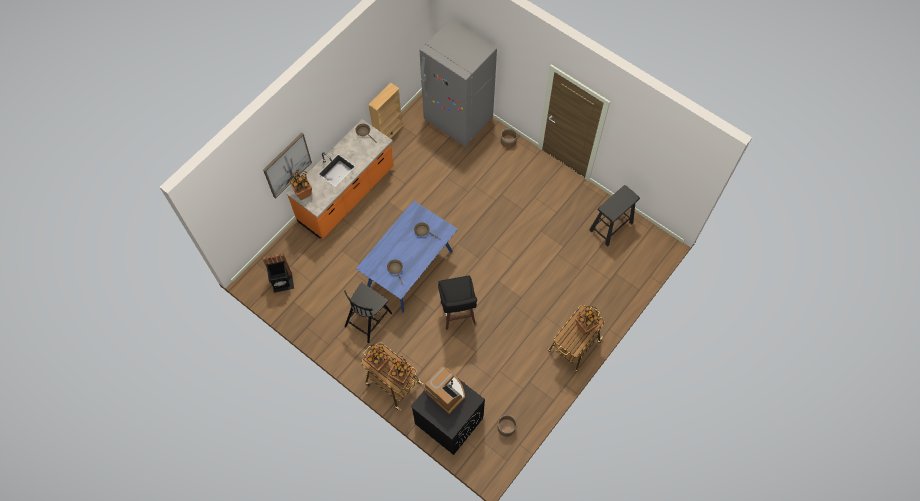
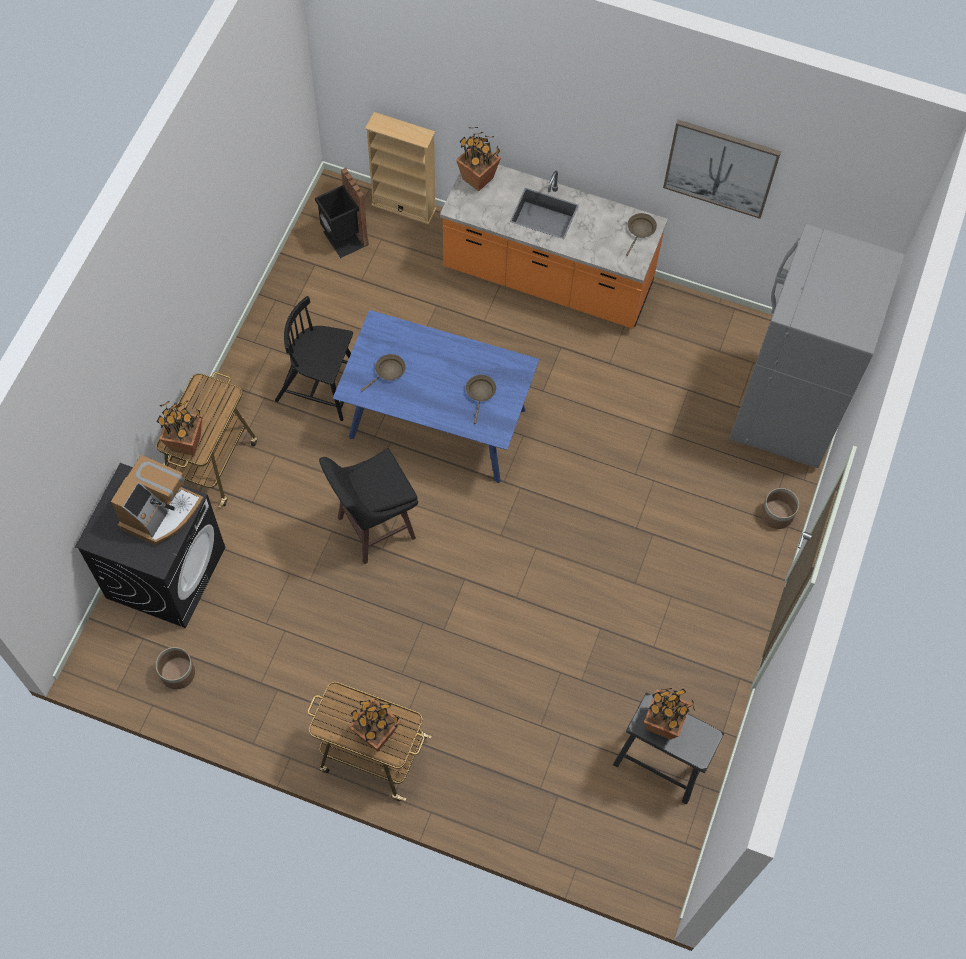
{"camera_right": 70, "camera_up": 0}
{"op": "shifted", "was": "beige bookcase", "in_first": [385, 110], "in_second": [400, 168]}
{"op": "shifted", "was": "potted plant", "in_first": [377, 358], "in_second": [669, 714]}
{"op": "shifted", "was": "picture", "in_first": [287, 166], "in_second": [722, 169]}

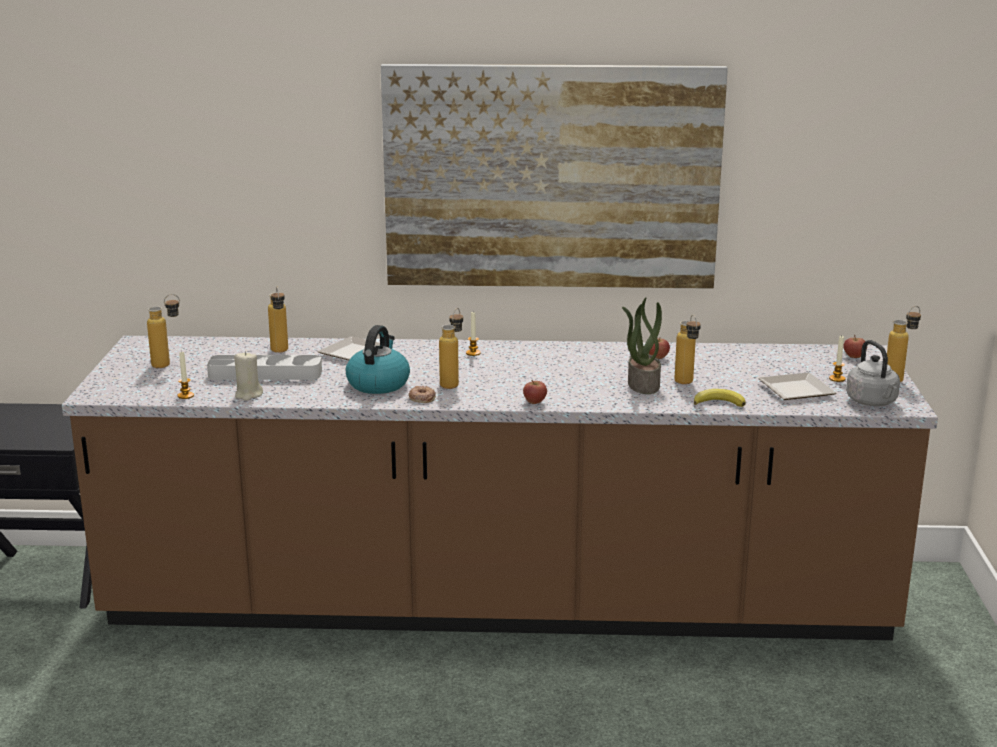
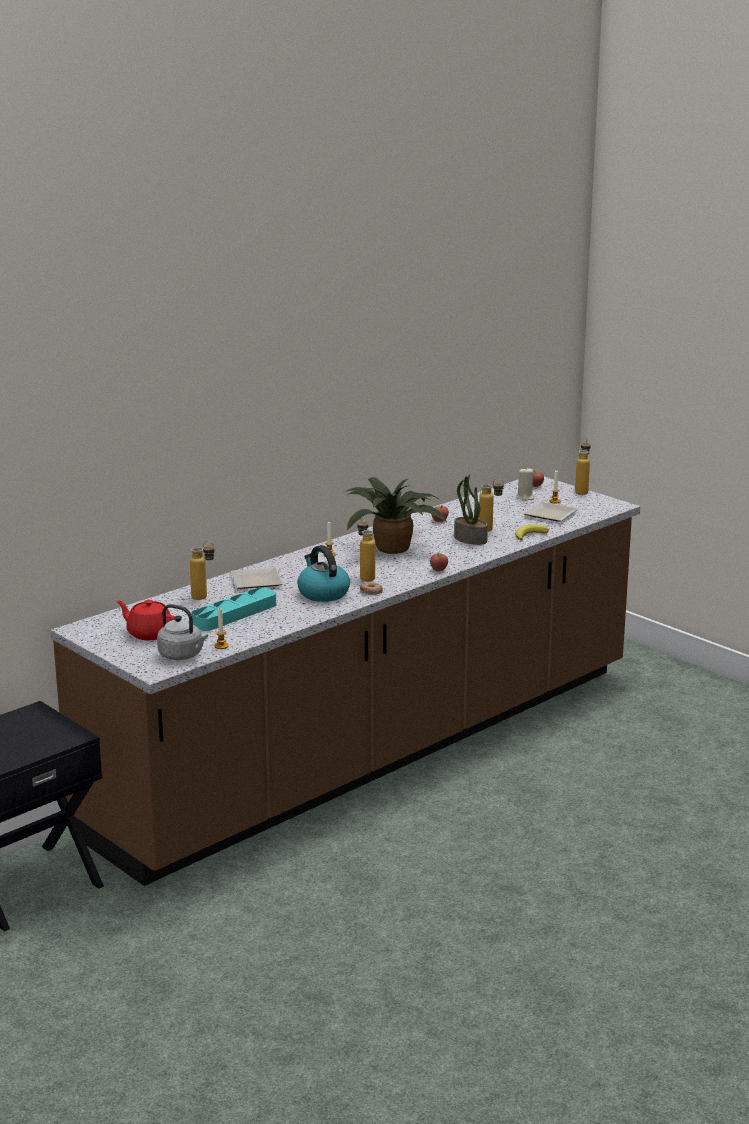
{"camera_right": -45, "camera_up": 0}
{"op": "swapped", "was": "bottle", "now": "red teapot", "in_first": [163, 331], "in_second": [146, 620]}
{"op": "shifted", "was": "grey kettle", "in_first": [873, 373], "in_second": [182, 632]}
{"op": "repainted", "was": "grey tray", "now": "turquoise tray", "in_first": [264, 367], "in_second": [233, 609]}
{"op": "new", "now": "potted plant", "in_second": [396, 515]}
{"op": "shifted", "was": "beige candle", "in_first": [248, 376], "in_second": [525, 484]}
{"op": "gone", "was": "picture", "in_first": [554, 176]}

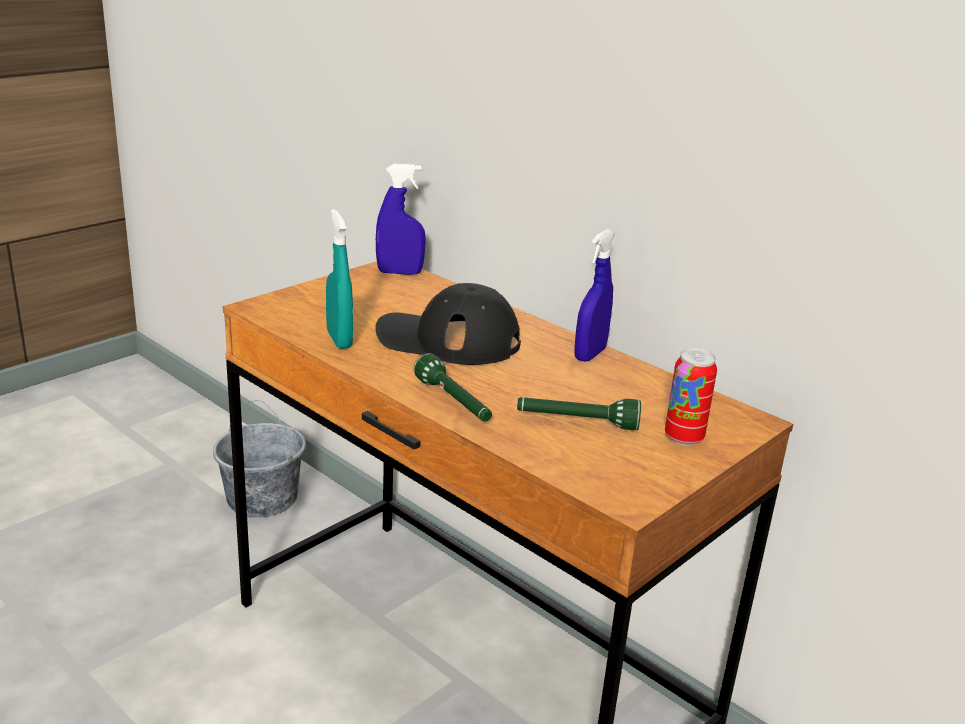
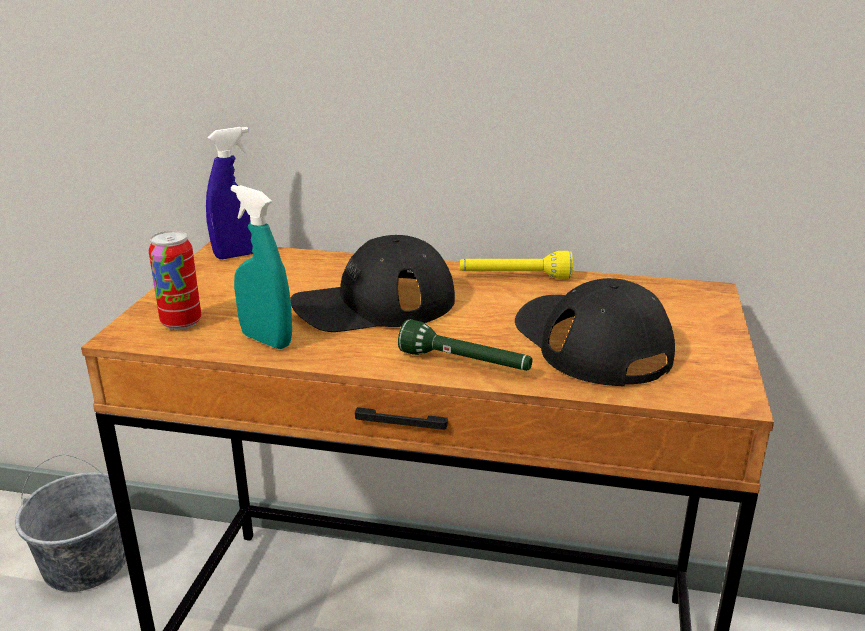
{"camera_right": -30, "camera_up": 0}
{"op": "shifted", "was": "can", "in_first": [691, 397], "in_second": [175, 280]}
{"op": "swapped", "was": "blue spray bottle", "now": "yellow flashlight", "in_first": [594, 295], "in_second": [516, 265]}
{"op": "swapped", "was": "green flashlight", "now": "black cap", "in_first": [579, 413], "in_second": [595, 332]}

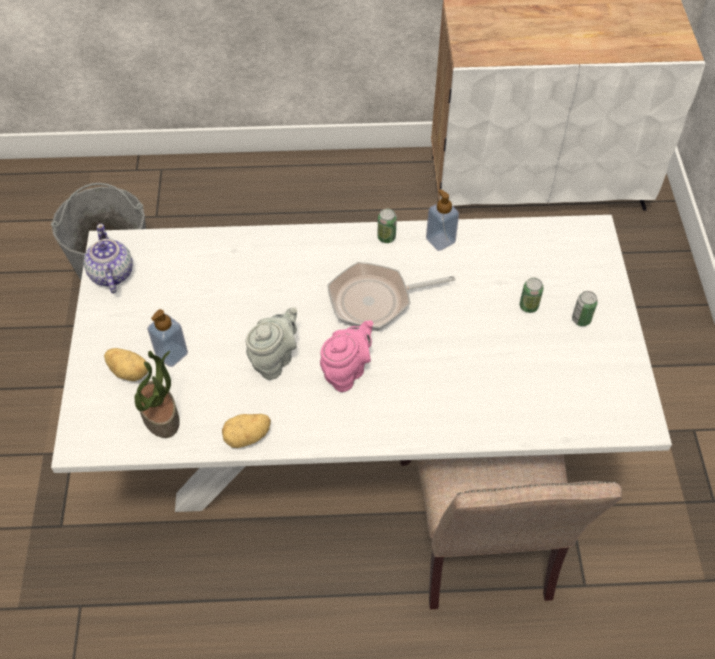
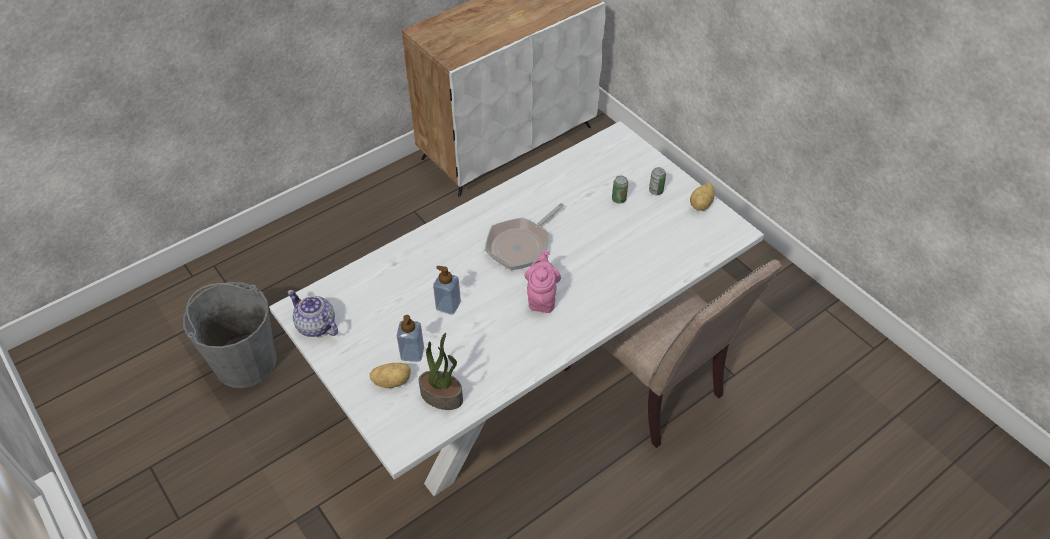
{"camera_right": -35, "camera_up": -5}
{"op": "shifted", "was": "soap dispenser", "in_first": [442, 220], "in_second": [447, 290]}
{"op": "shifted", "was": "potato", "in_first": [246, 431], "in_second": [702, 197]}
{"op": "gone", "was": "grey teapot", "in_first": [271, 343]}
{"op": "gone", "was": "can", "in_first": [387, 226]}

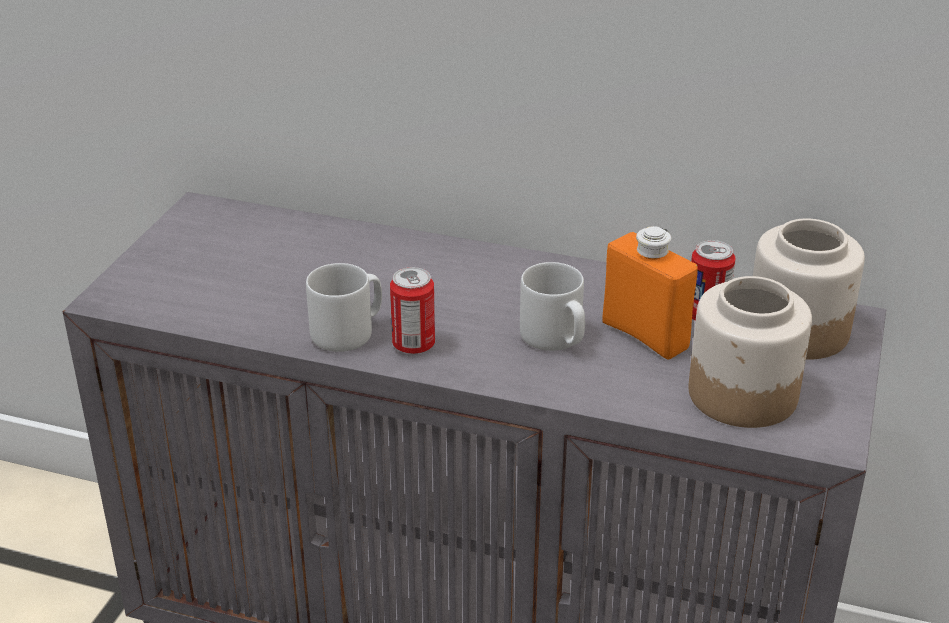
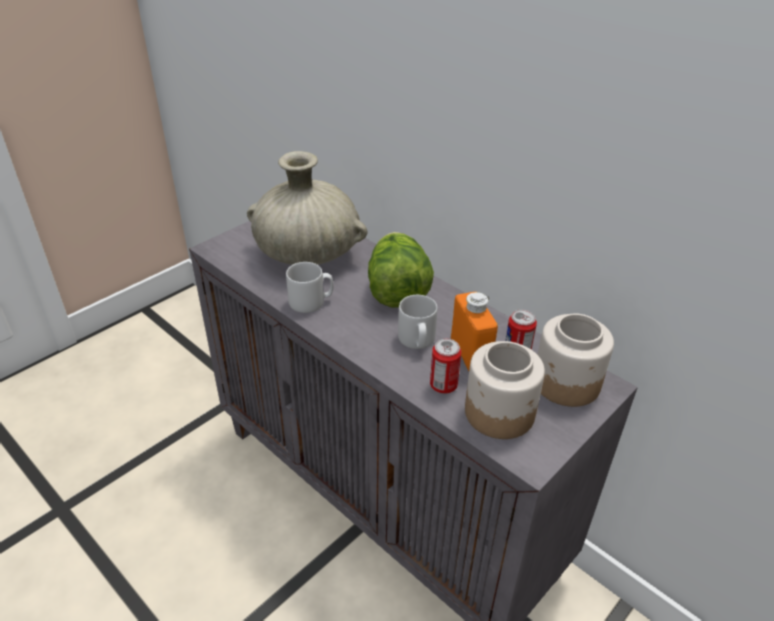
{"camera_right": 25, "camera_up": 5}
{"op": "new", "now": "beige vase", "in_second": [307, 208]}
{"op": "new", "now": "lettuce", "in_second": [401, 270]}
{"op": "shifted", "was": "can", "in_first": [412, 310], "in_second": [445, 366]}

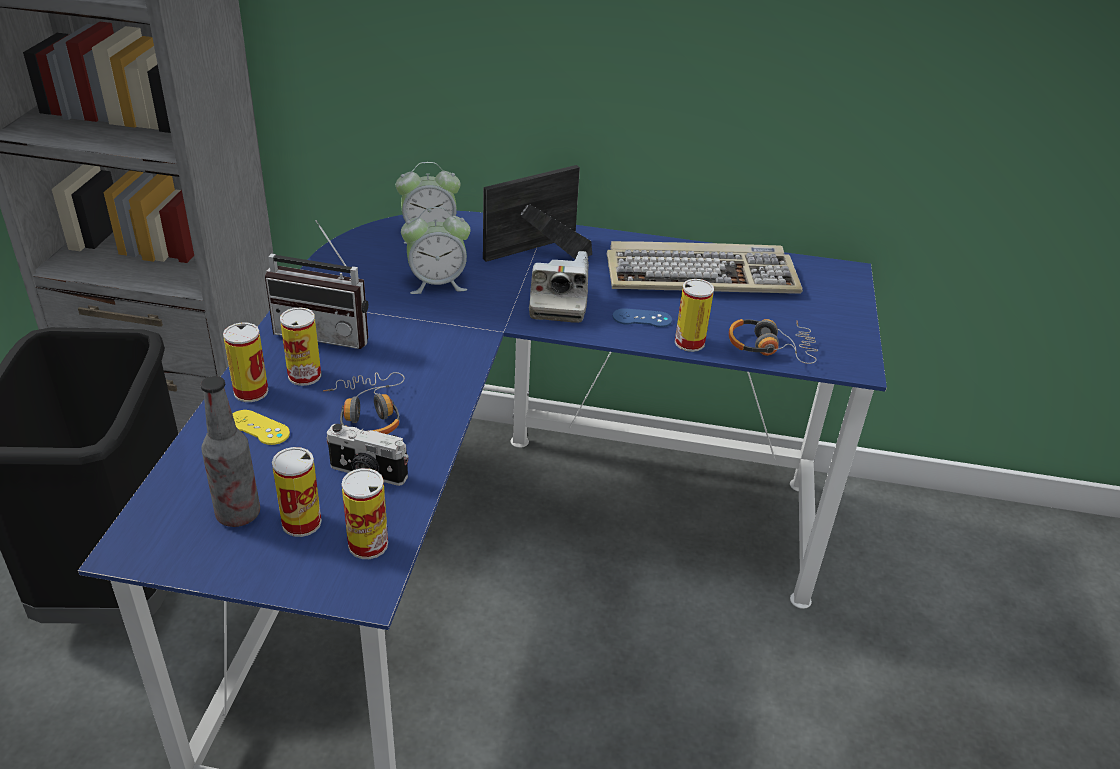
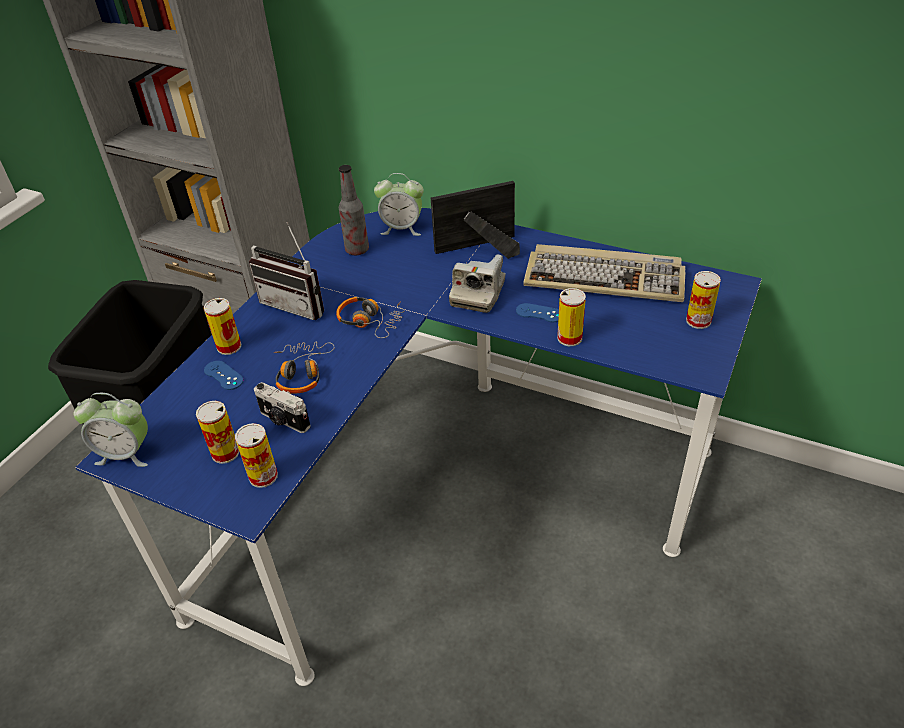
{"camera_right": 20, "camera_up": 5}
{"op": "shifted", "was": "alarm clock", "in_first": [435, 250], "in_second": [110, 430]}
{"op": "repainted", "was": "yellow game controller", "now": "blue game controller", "in_first": [261, 427], "in_second": [223, 375]}
{"op": "shifted", "was": "headphones", "in_first": [773, 341], "in_second": [370, 317]}
{"op": "shifted", "was": "bottle", "in_first": [230, 451], "in_second": [354, 210]}
{"op": "shifted", "was": "can", "in_first": [300, 347], "in_second": [703, 300]}

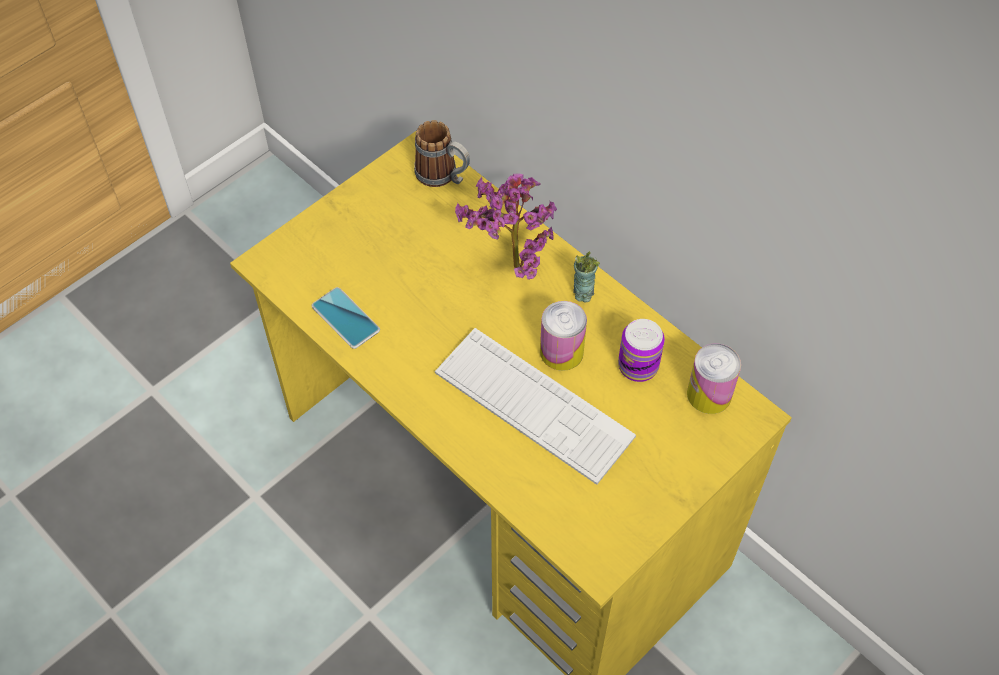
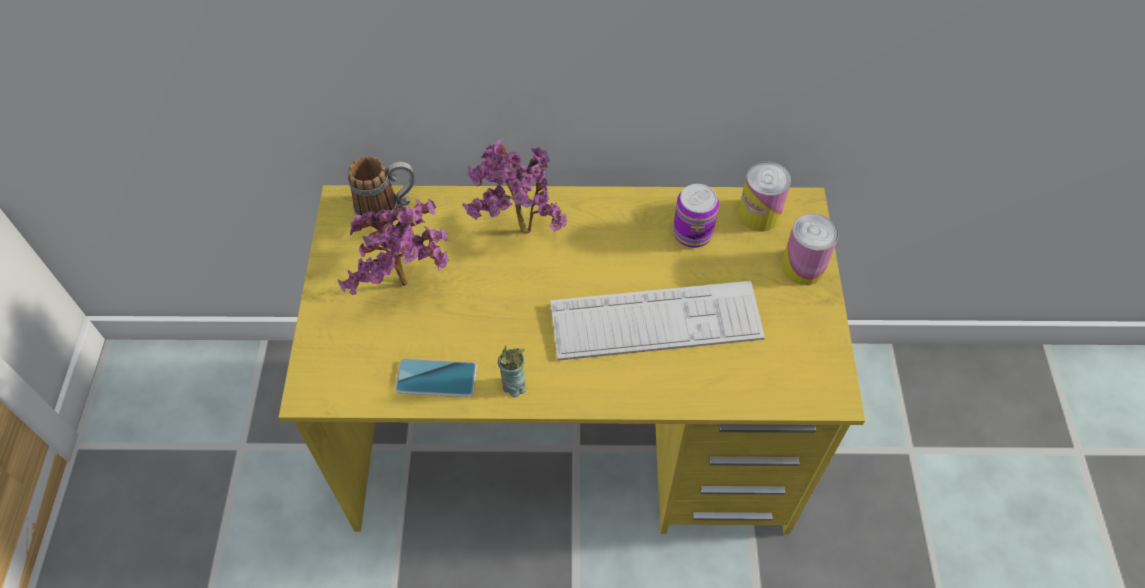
{"camera_right": -45, "camera_up": 0}
{"op": "new", "now": "potted plant", "in_second": [393, 247]}
{"op": "shifted", "was": "cup", "in_first": [586, 276], "in_second": [512, 371]}
{"op": "shifted", "was": "can", "in_first": [563, 336], "in_second": [810, 249]}

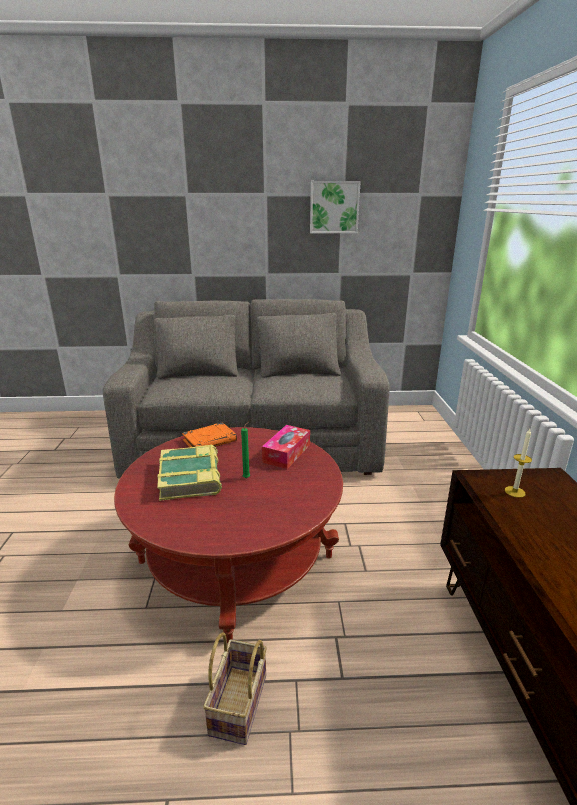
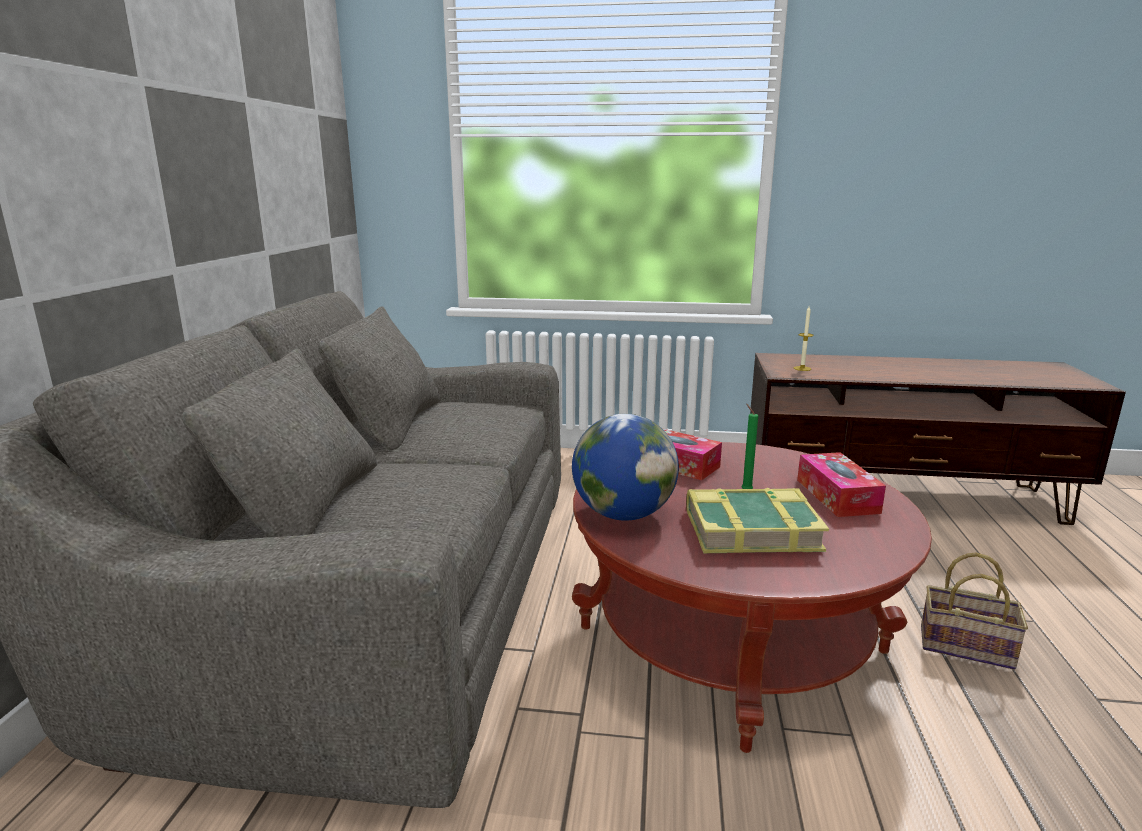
{"camera_right": -80, "camera_up": -5}
{"op": "swapped", "was": "orange book", "now": "globe", "in_first": [209, 434], "in_second": [625, 467]}
{"op": "new", "now": "tissue box", "in_second": [841, 484]}
{"op": "gone", "was": "picture", "in_first": [335, 207]}

